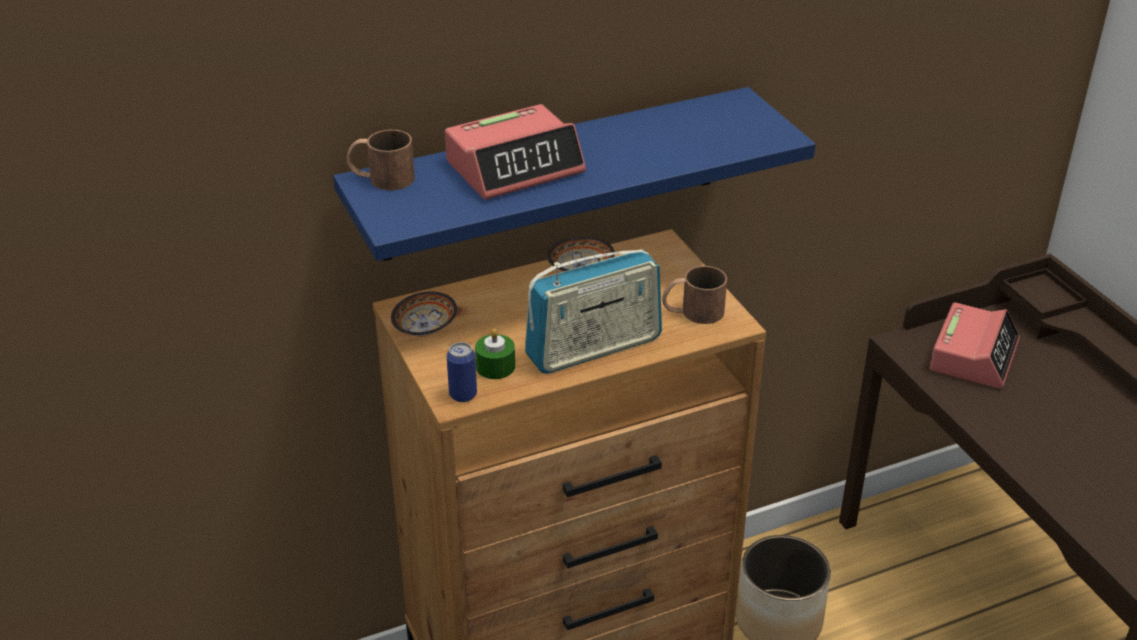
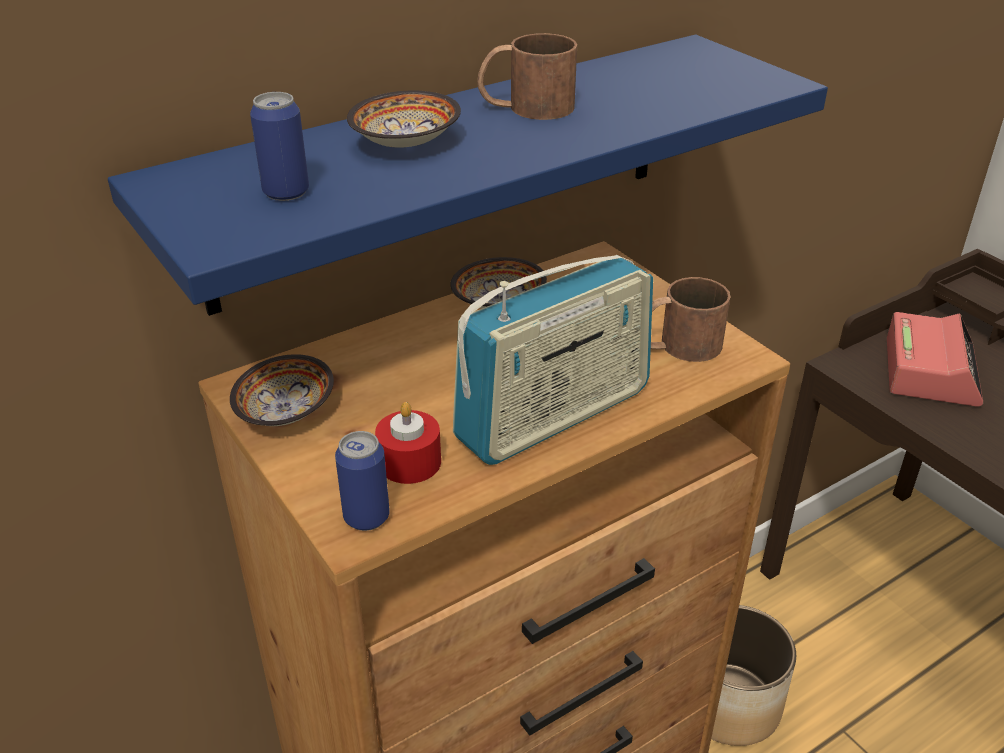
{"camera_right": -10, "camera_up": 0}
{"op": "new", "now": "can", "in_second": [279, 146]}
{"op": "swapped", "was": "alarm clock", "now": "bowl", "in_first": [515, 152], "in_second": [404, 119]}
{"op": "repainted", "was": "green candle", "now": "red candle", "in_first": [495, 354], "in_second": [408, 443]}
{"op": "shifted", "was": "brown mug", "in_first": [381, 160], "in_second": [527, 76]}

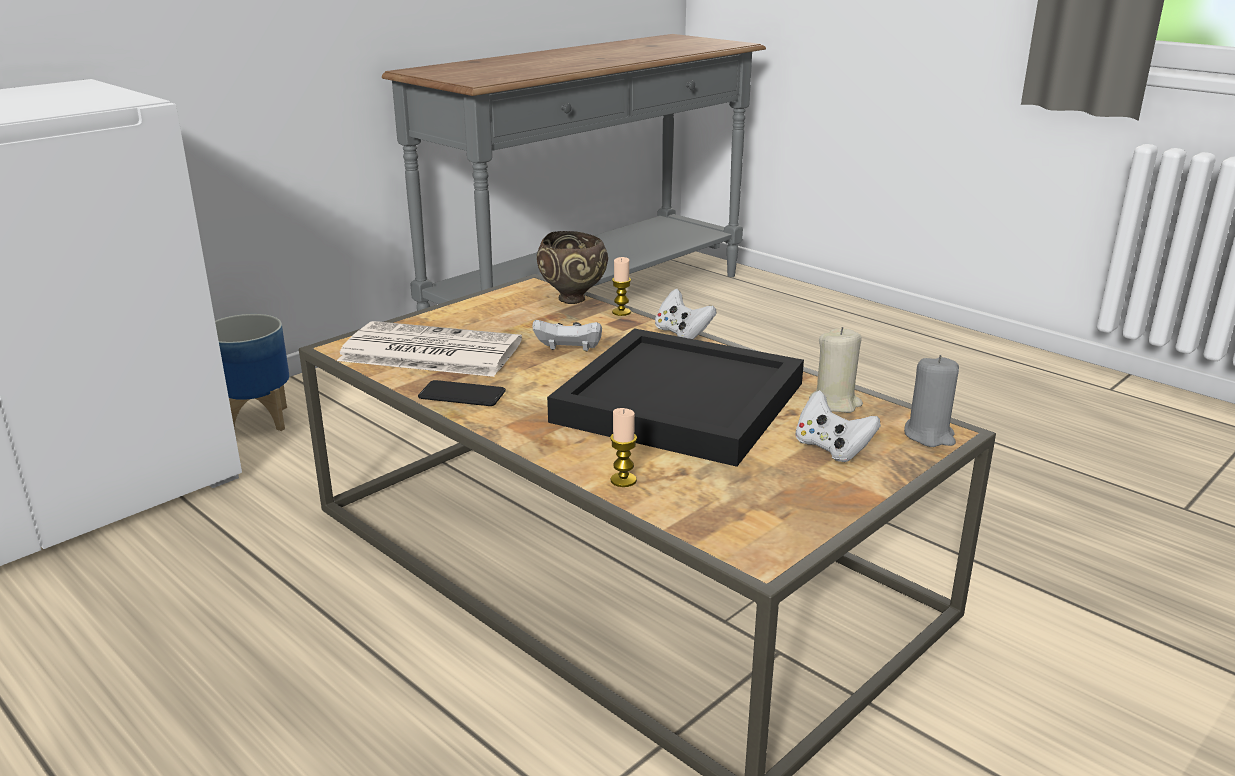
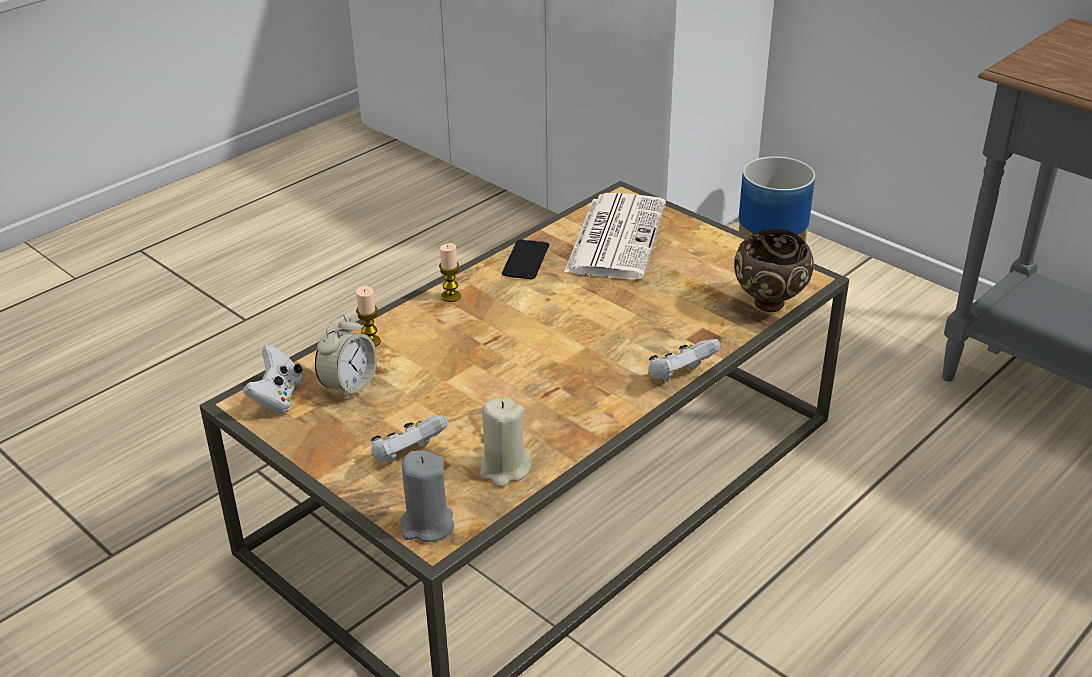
{"camera_right": 90, "camera_up": 10}
{"op": "shifted", "was": "white game controller", "in_first": [567, 335], "in_second": [273, 379]}
{"op": "new", "now": "alarm clock", "in_second": [346, 357]}
{"op": "shifted", "was": "candle", "in_first": [621, 286], "in_second": [450, 272]}
{"op": "gone", "was": "black tray", "in_first": [675, 397]}

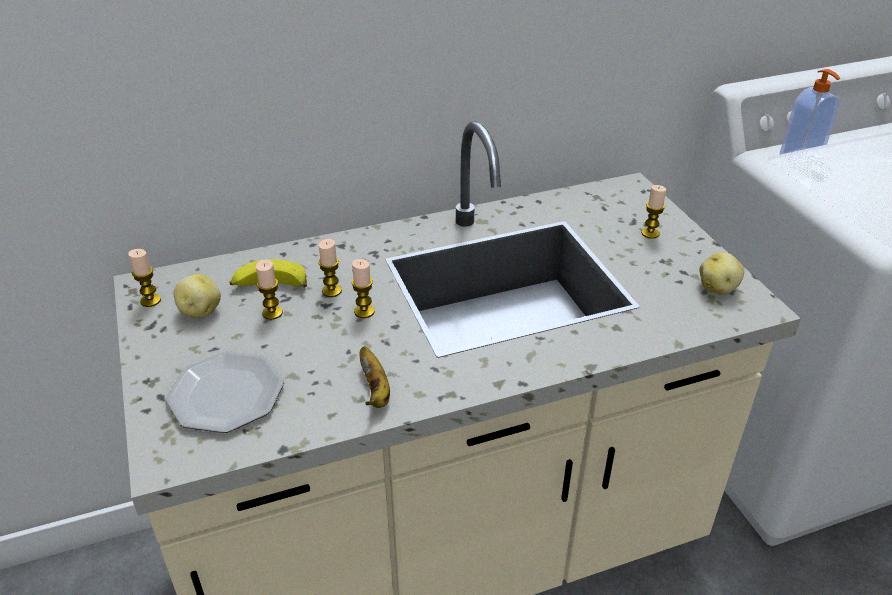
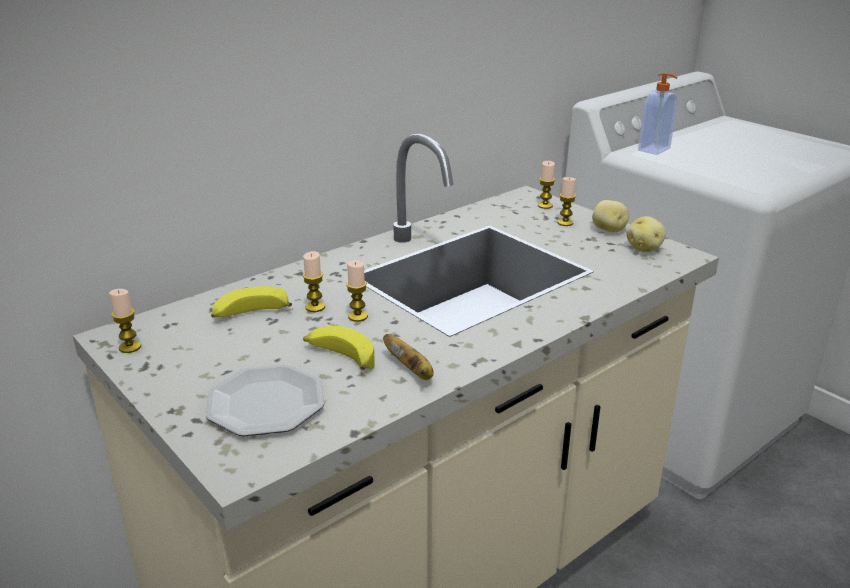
{"camera_right": -20, "camera_up": -10}
{"op": "new", "now": "banana", "in_second": [339, 348]}
{"op": "shifted", "was": "candle", "in_first": [269, 289], "in_second": [546, 185]}
{"op": "shifted", "was": "potato", "in_first": [197, 296], "in_second": [610, 216]}

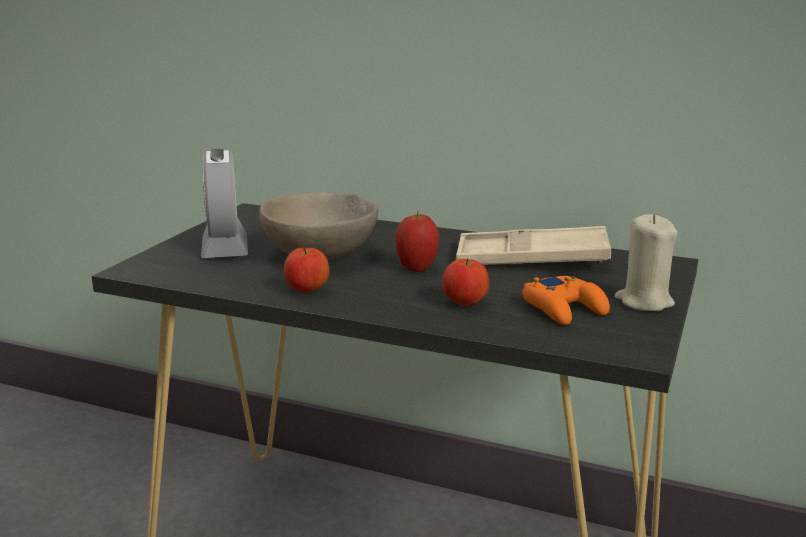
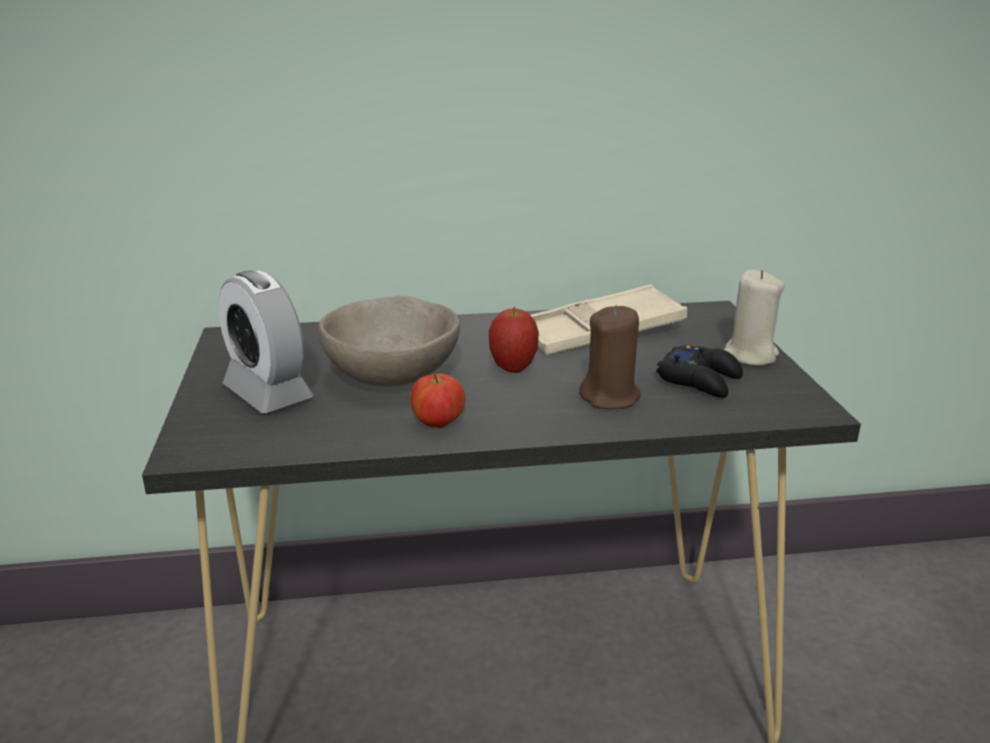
{"camera_right": -30, "camera_up": 5}
{"op": "swapped", "was": "apple", "now": "brown candle", "in_first": [465, 282], "in_second": [610, 357]}
{"op": "repainted", "was": "orange game controller", "now": "black game controller", "in_first": [566, 300], "in_second": [699, 371]}

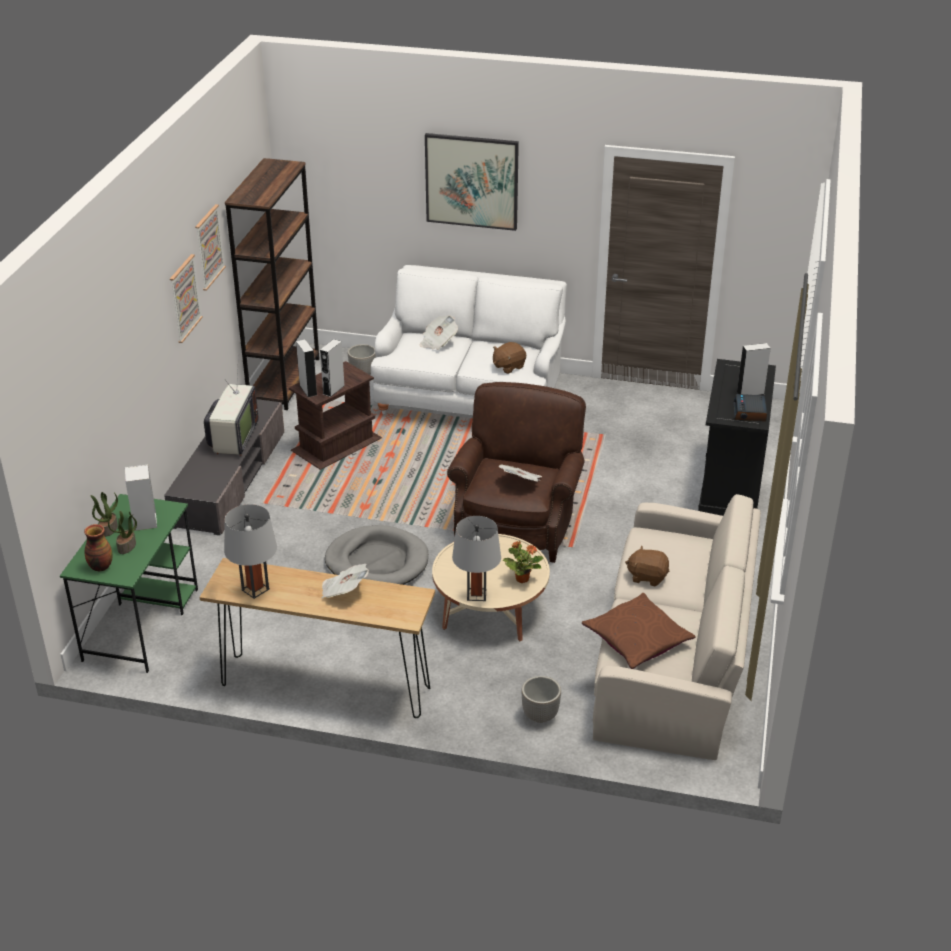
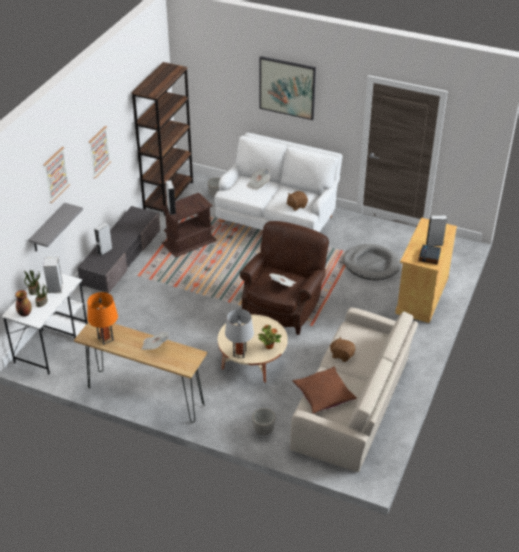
{"camera_right": 10, "camera_up": 5}
{"op": "repainted", "was": "green desk", "now": "white desk", "in_first": [129, 583], "in_second": [44, 323]}
{"op": "new", "now": "grey shelf", "in_second": [55, 227]}
{"op": "shifted", "was": "picture", "in_first": [210, 247], "in_second": [56, 175]}
{"op": "repainted", "was": "grey table lamp", "now": "orange table lamp", "in_first": [250, 551], "in_second": [102, 318]}
{"op": "shifted", "was": "grey speaker", "in_first": [332, 368], "in_second": [103, 239]}
{"op": "shifted", "was": "grey dog bed", "in_first": [376, 555], "in_second": [372, 262]}
{"op": "repainted", "was": "black cabinet", "now": "beige cabinet", "in_first": [737, 437], "in_second": [426, 270]}
{"op": "gone", "was": "television", "in_first": [231, 405]}

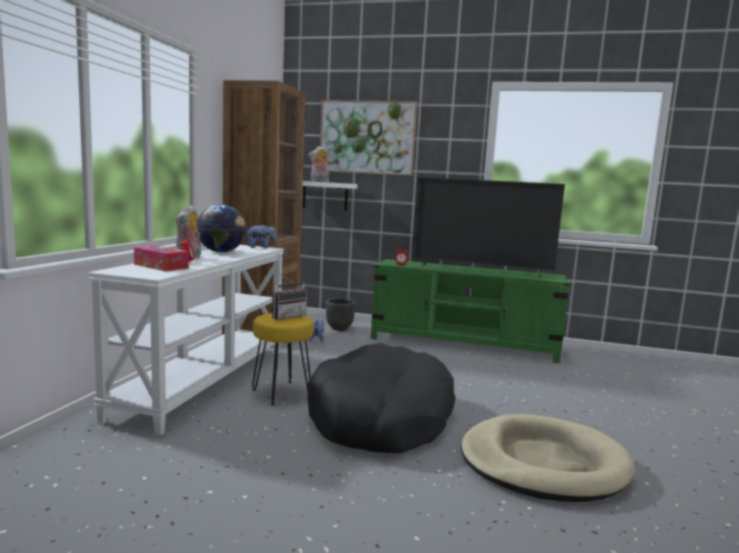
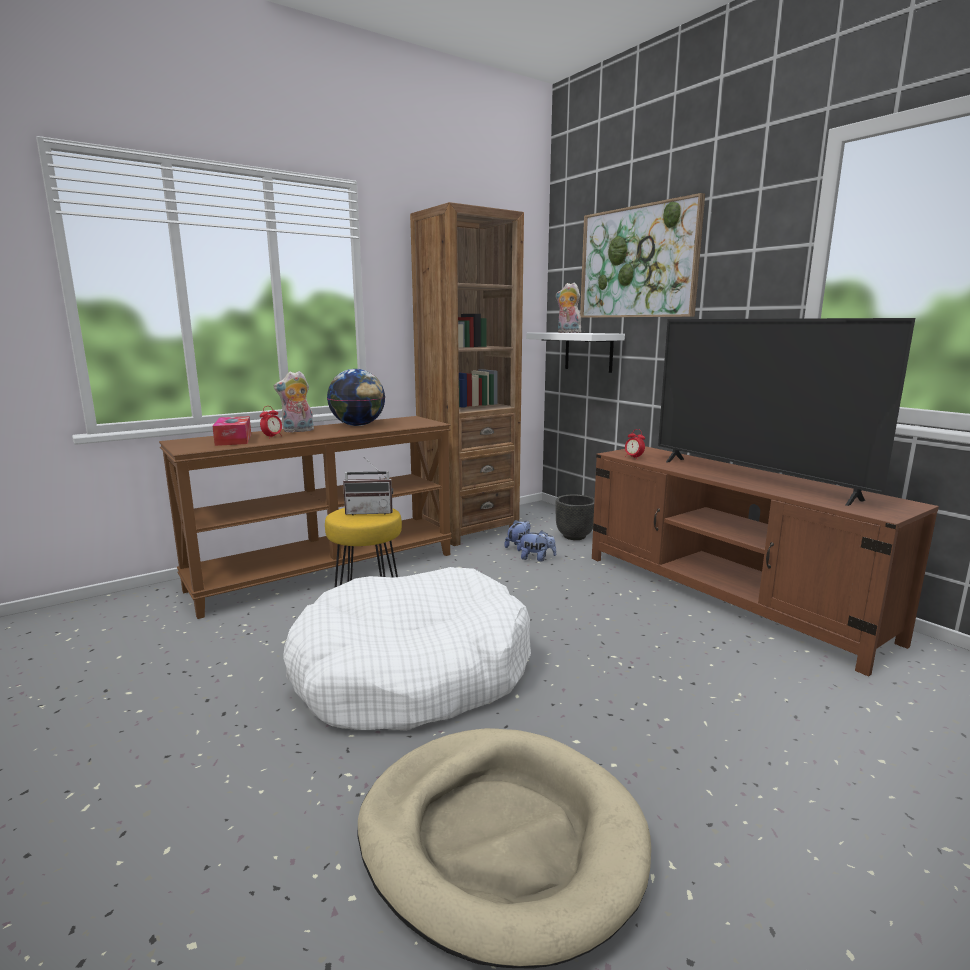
{"camera_right": 40, "camera_up": 5}
{"op": "repainted", "was": "white console table", "now": "brown console table", "in_first": [186, 340], "in_second": [305, 517]}
{"op": "repainted", "was": "black dog bed", "now": "white dog bed", "in_first": [381, 398], "in_second": [407, 649]}
{"op": "shifted", "was": "plush toy", "in_first": [261, 236], "in_second": [538, 545]}
{"op": "repainted", "was": "green tv stand", "now": "brown tv stand", "in_first": [470, 311], "in_second": [765, 561]}

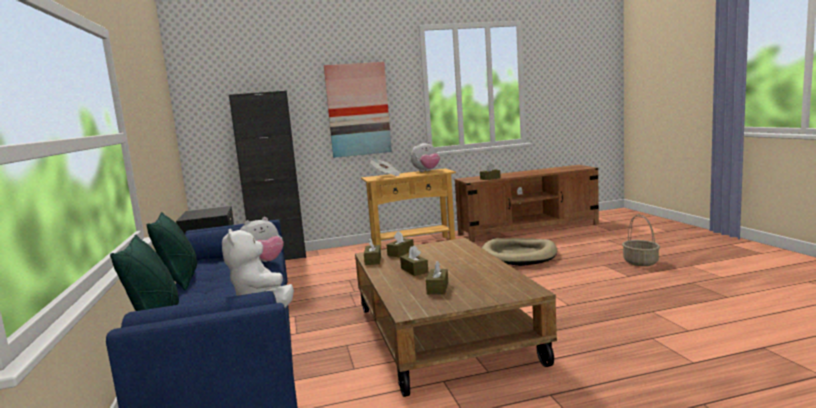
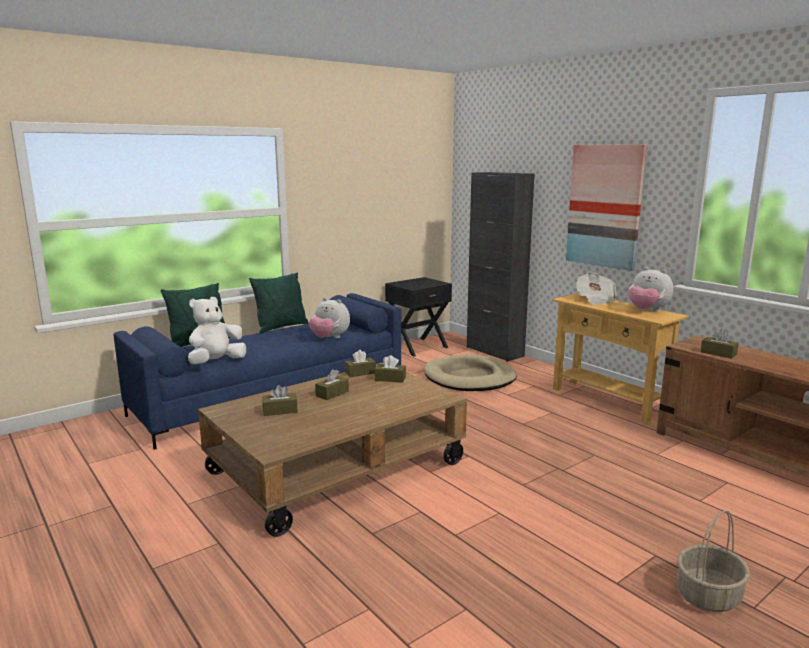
{"camera_right": 65, "camera_up": 5}
{"op": "shifted", "was": "beige dog bed", "in_first": [519, 252], "in_second": [470, 372]}

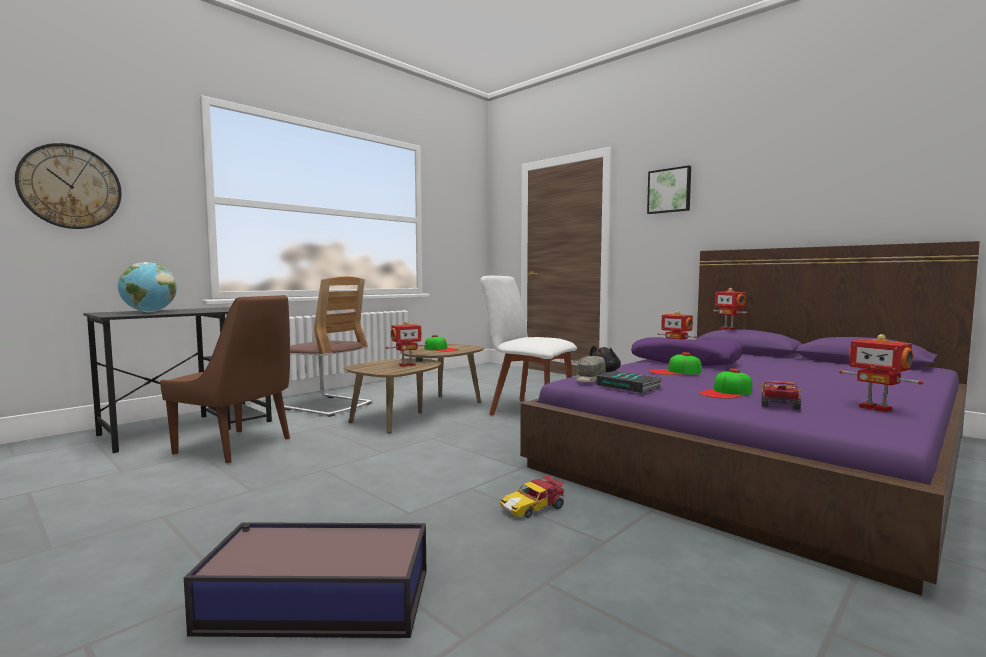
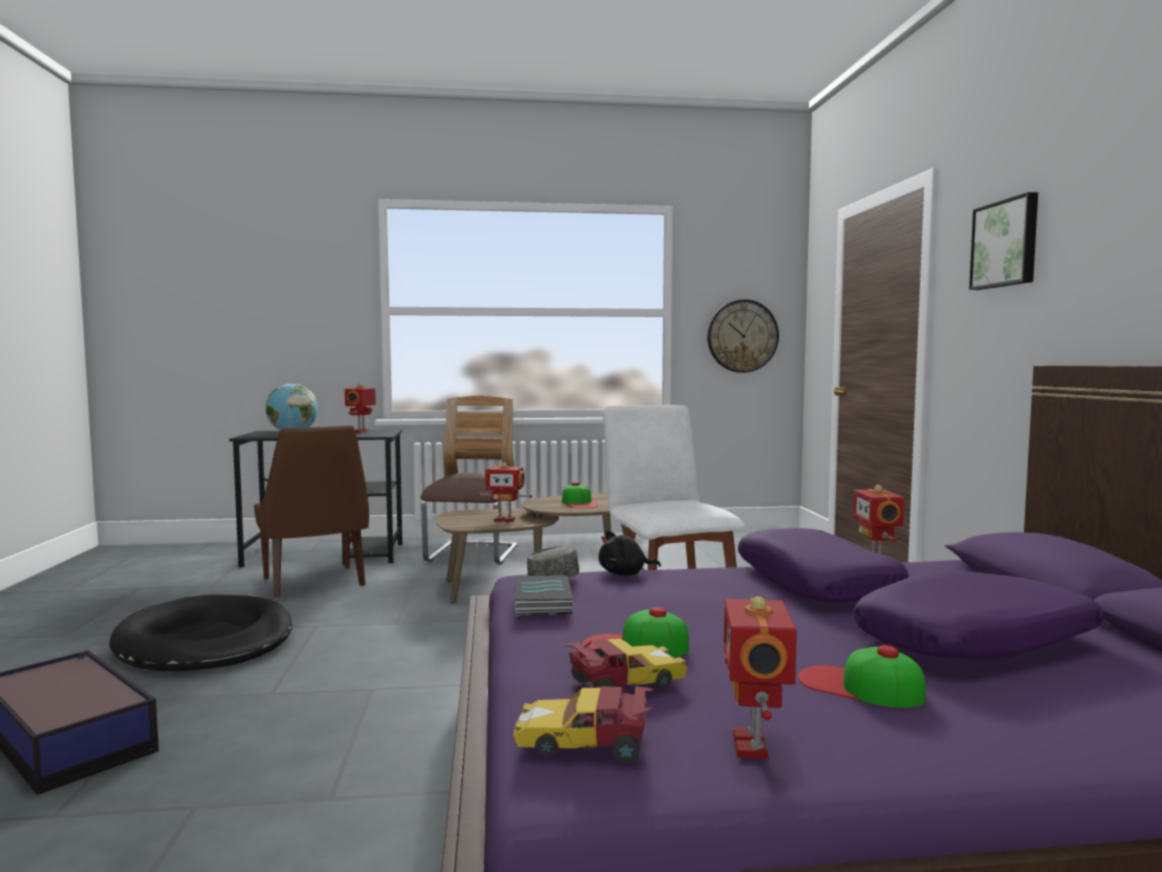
{"camera_right": 40, "camera_up": 0}
{"op": "new", "now": "black dog bed", "in_second": [201, 633]}
{"op": "shifted", "was": "toy robot", "in_first": [730, 309], "in_second": [360, 408]}
{"op": "rotated", "was": "chair", "in_first": [328, 346], "in_second": [469, 479], "clockwise": -150}
{"op": "shifted", "was": "toy car", "in_first": [532, 496], "in_second": [584, 725]}
{"op": "shifted", "was": "wall clock", "in_first": [68, 186], "in_second": [743, 336]}
{"op": "shifted", "was": "cap", "in_first": [675, 363], "in_second": [862, 676]}
{"op": "new", "now": "purple pillow", "in_second": [978, 614]}

